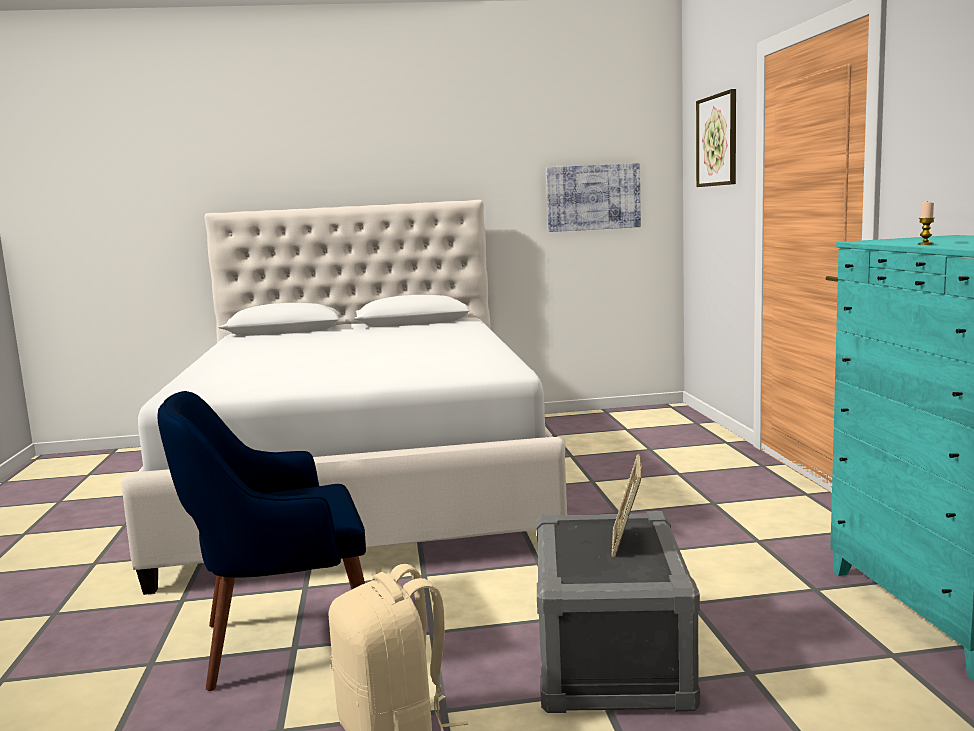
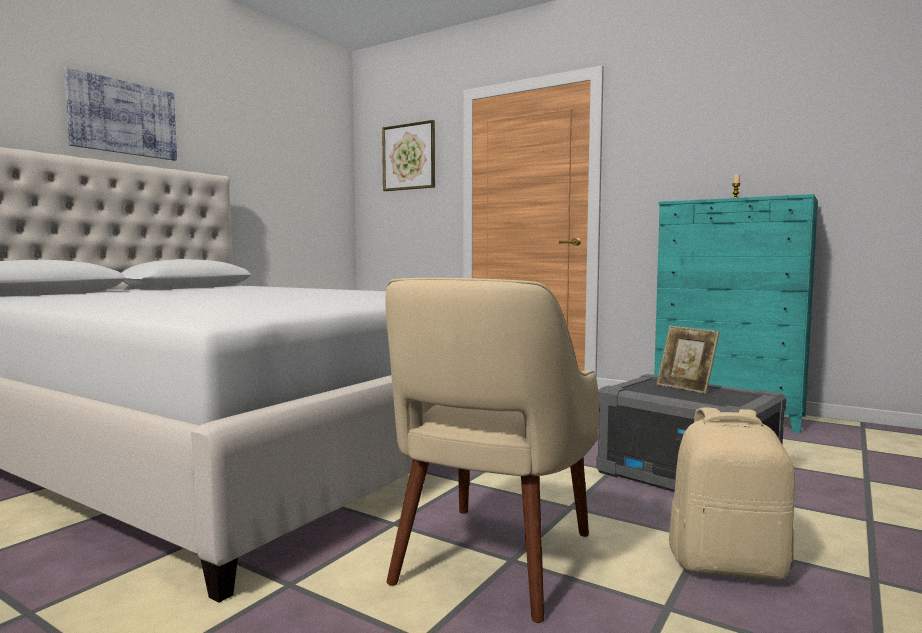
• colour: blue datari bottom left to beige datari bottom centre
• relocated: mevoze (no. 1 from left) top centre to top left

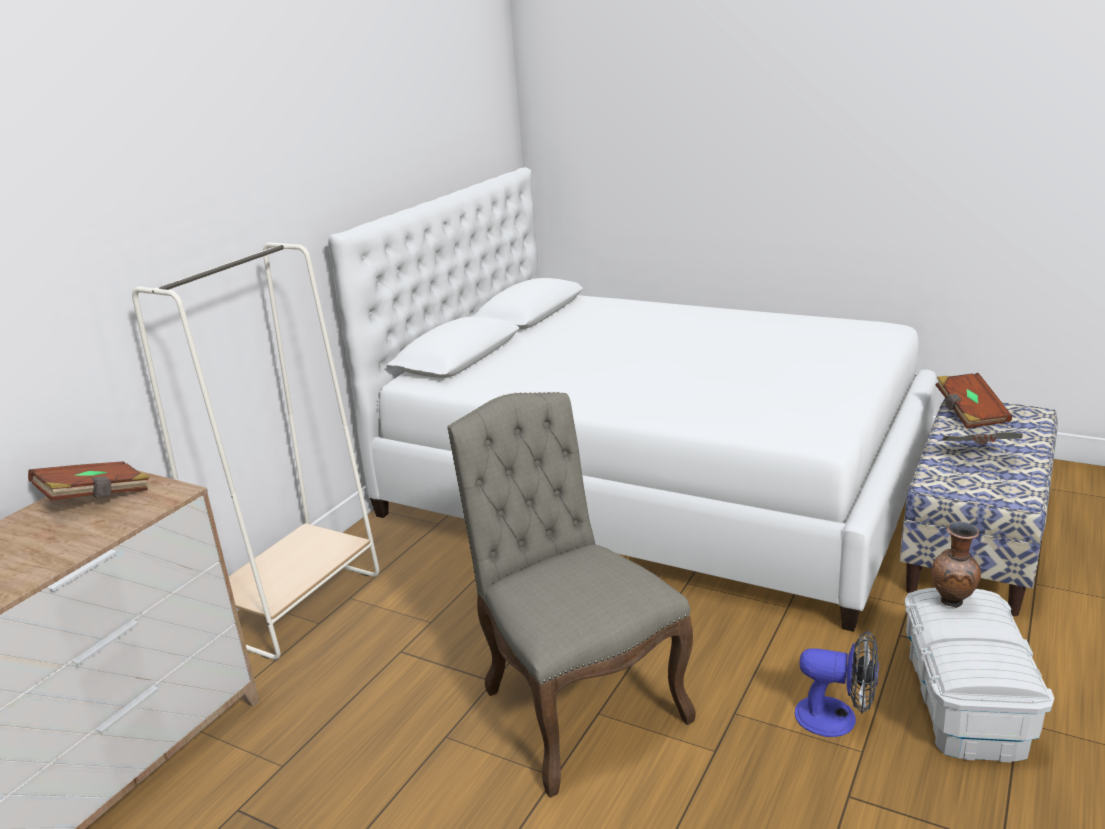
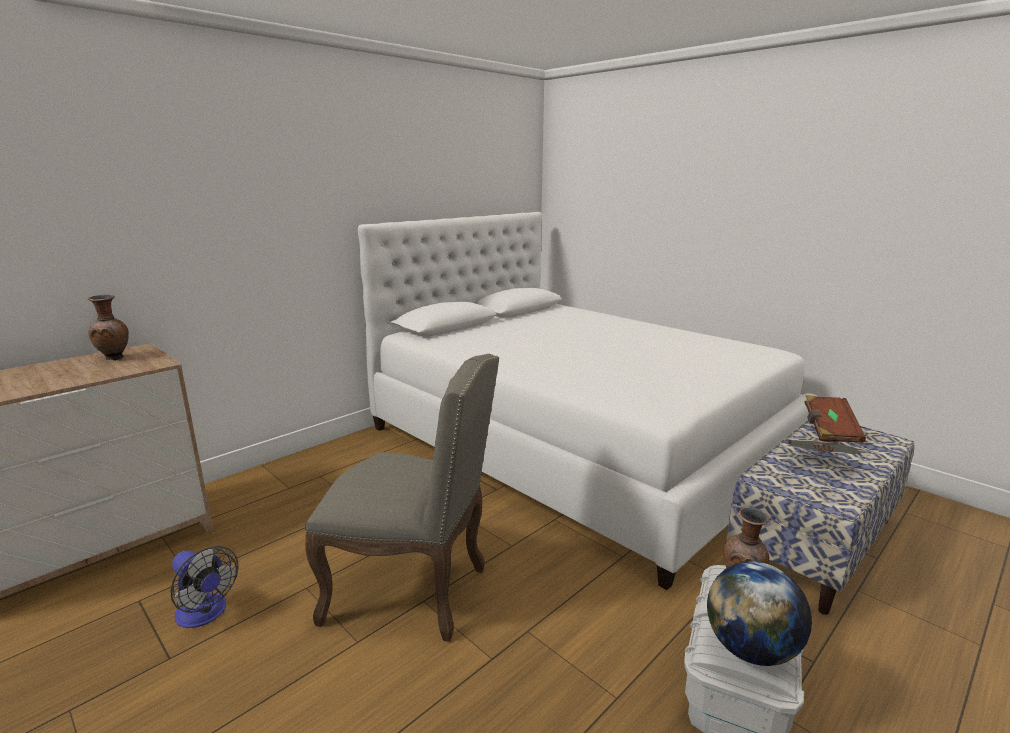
• exchanged: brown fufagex (no. 1 from left) middle left to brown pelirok (no. 1 from left) middle left
• missing: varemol middle left
• spun: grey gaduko bottom centre = bottom centre 120 degrees clockwise
• relocated: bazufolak bottom right to bottom left
• appeared: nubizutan bottom right

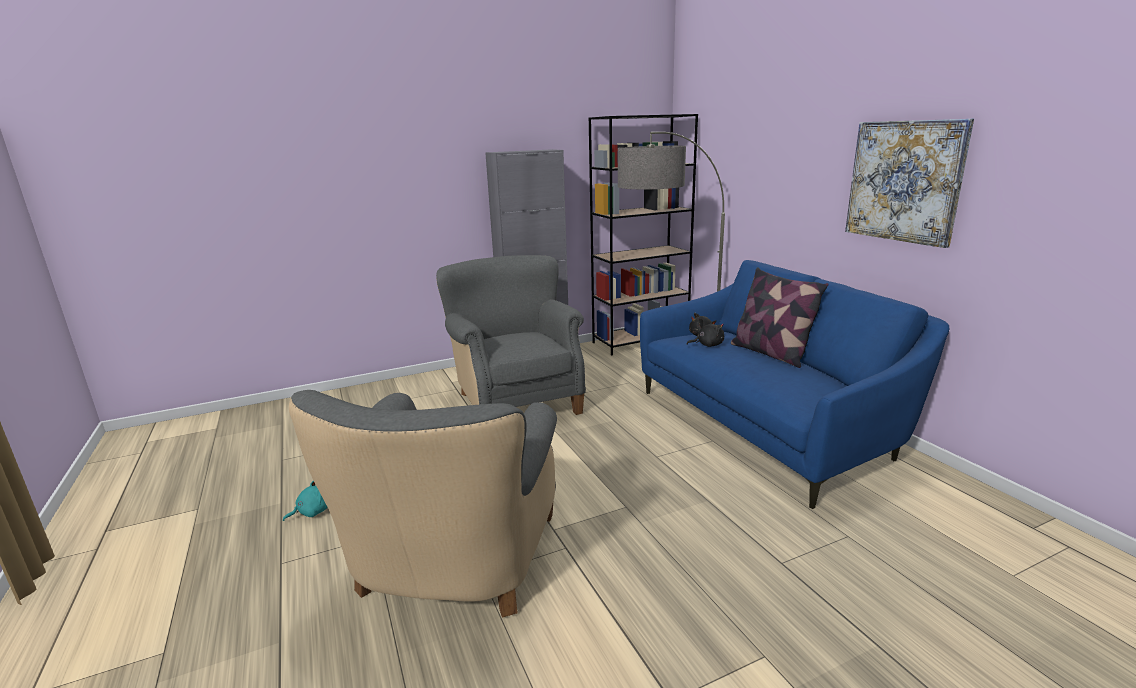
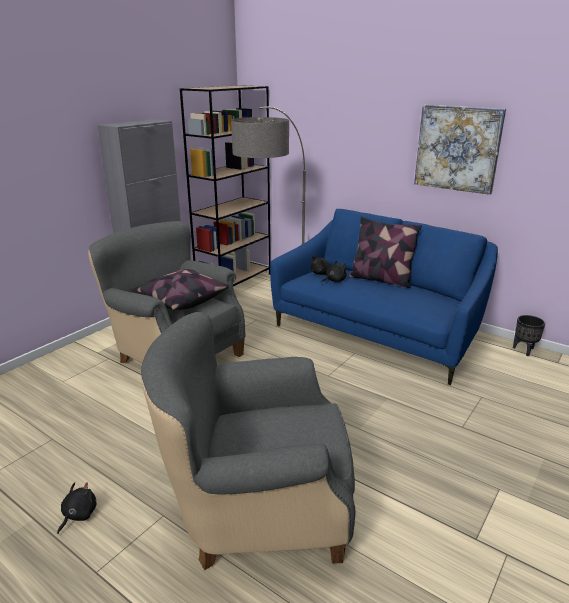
• colour: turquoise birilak bottom left to black birilak (no. 1 from left) bottom left
• spun: grey datari (no. 1 from left in the first image) bottom centre = bottom centre 105 degrees clockwise
• appeared: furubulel (no. 1 from left) middle left
• appeared: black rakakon middle right

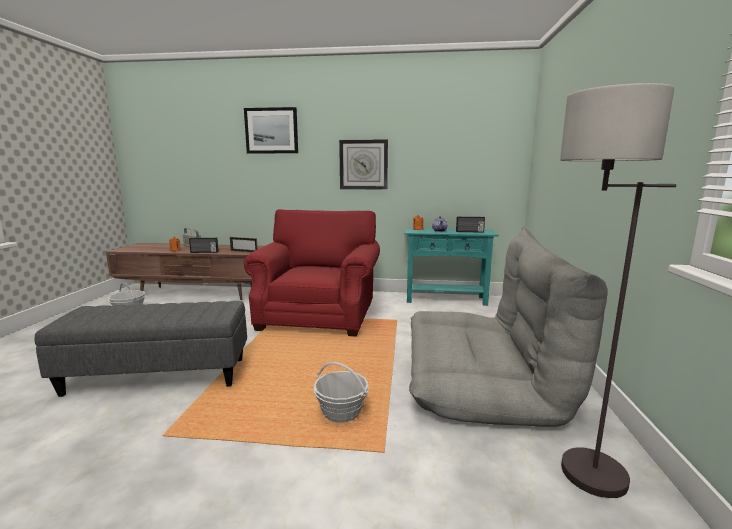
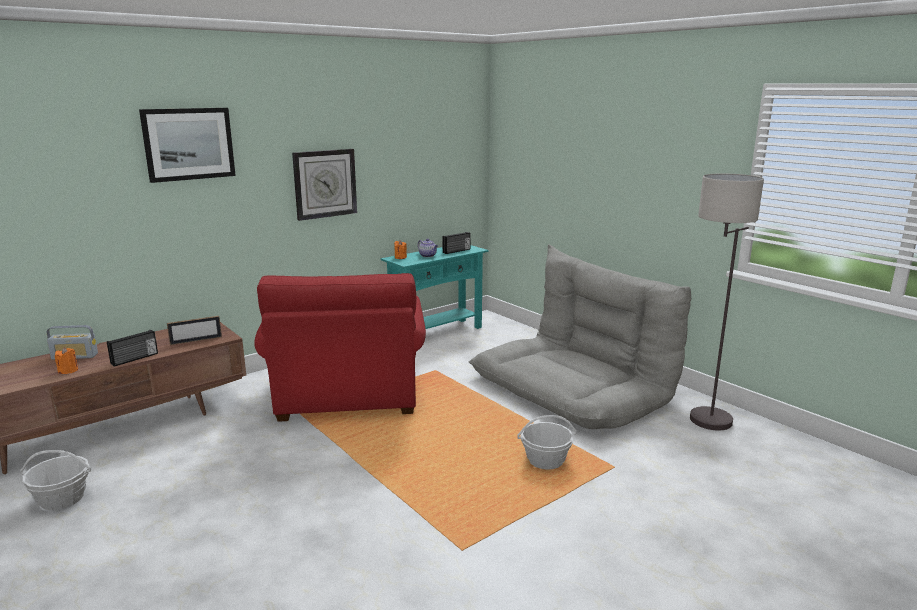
• missing: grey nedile middle left
• spun: red datari centre = centre 150 degrees counterclockwise

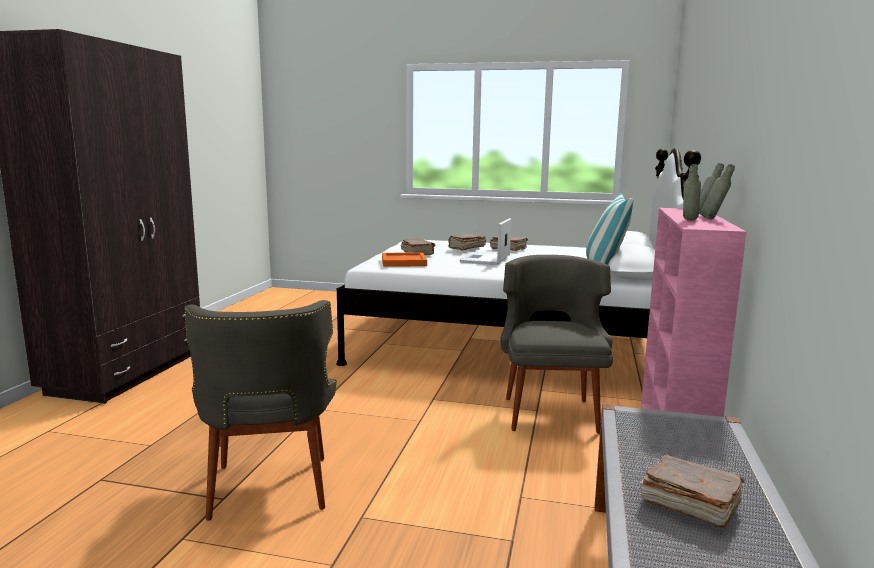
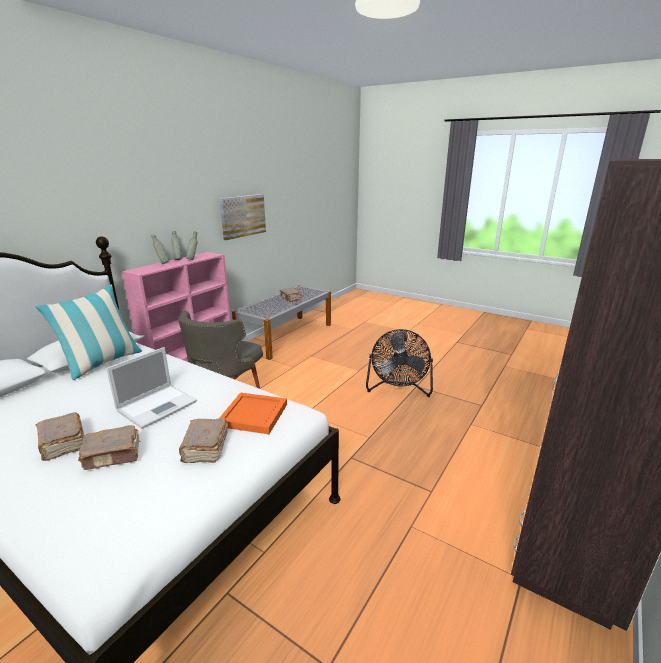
• exchanged: grey gaduko (no. 1 from left) bottom left to black bazufolak centre
• appeared: mevoze top centre

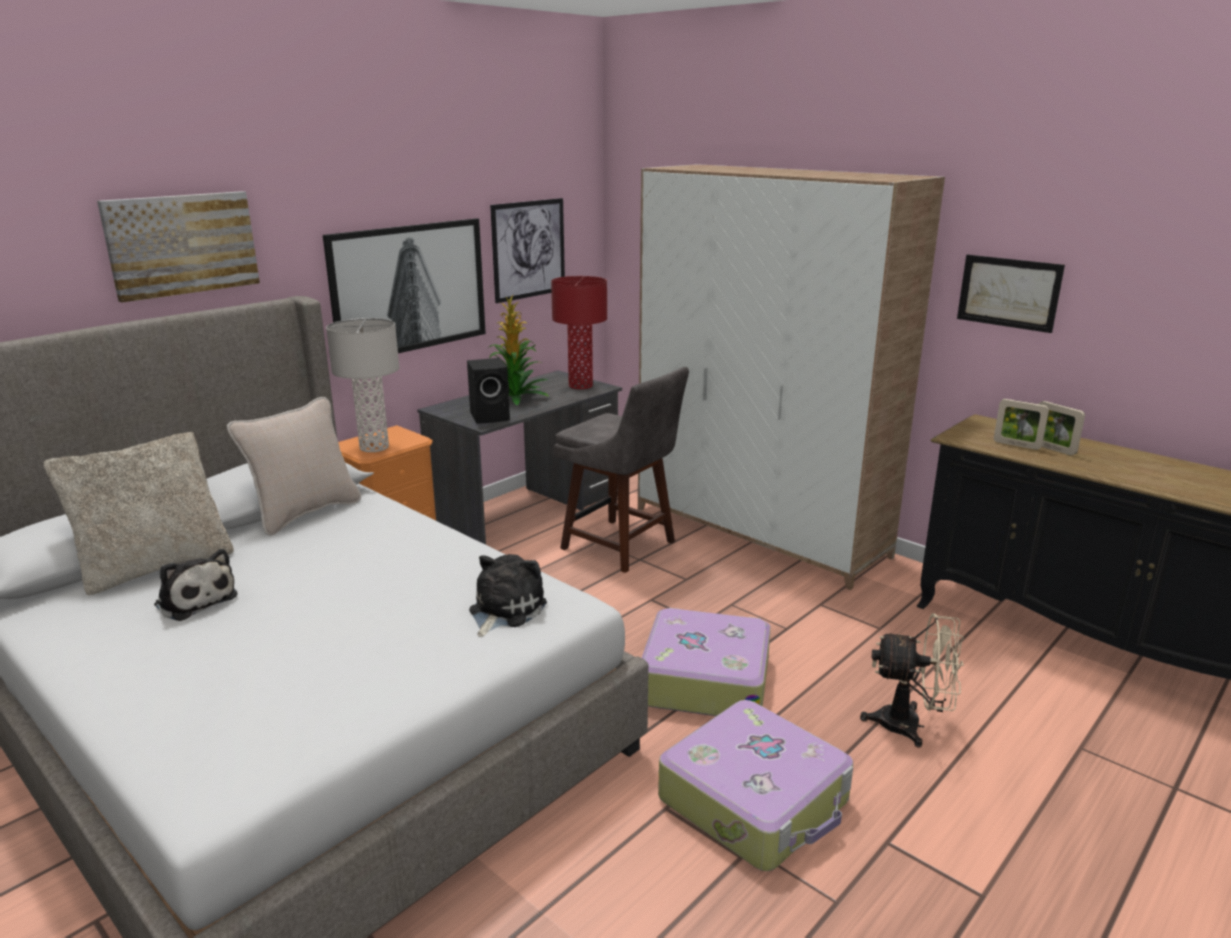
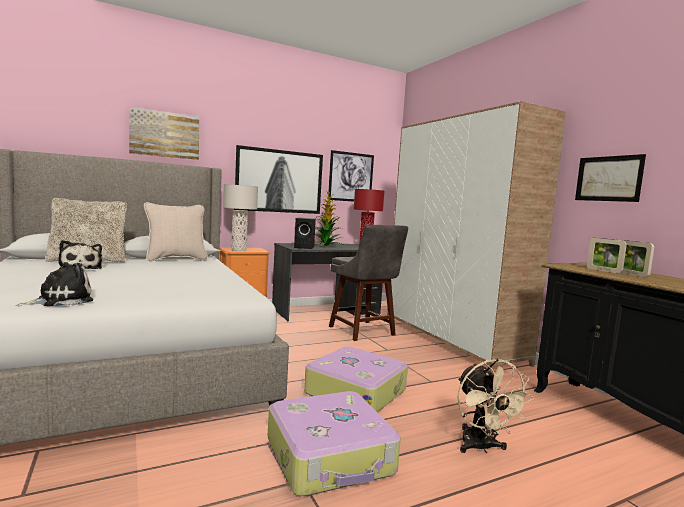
• relocated: birilak (no. 2 from left in the first image) centre to birilak (no. 1 from left) middle left
• spun: beige bazufolak bottom right = bottom right 45 degrees clockwise

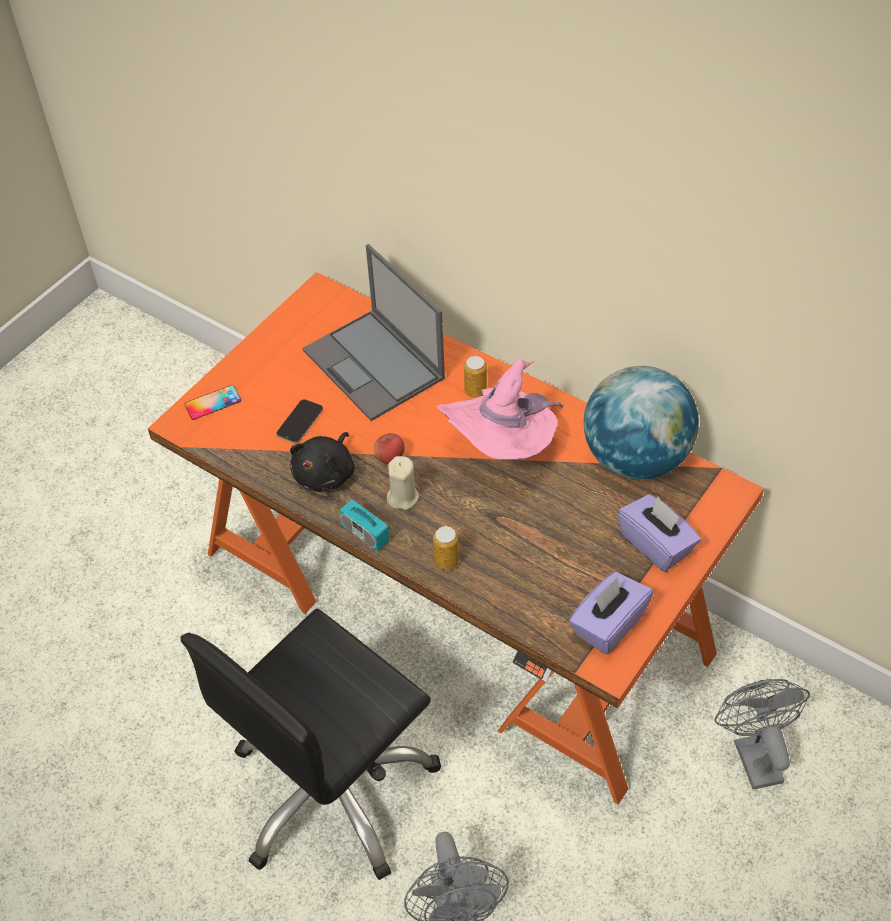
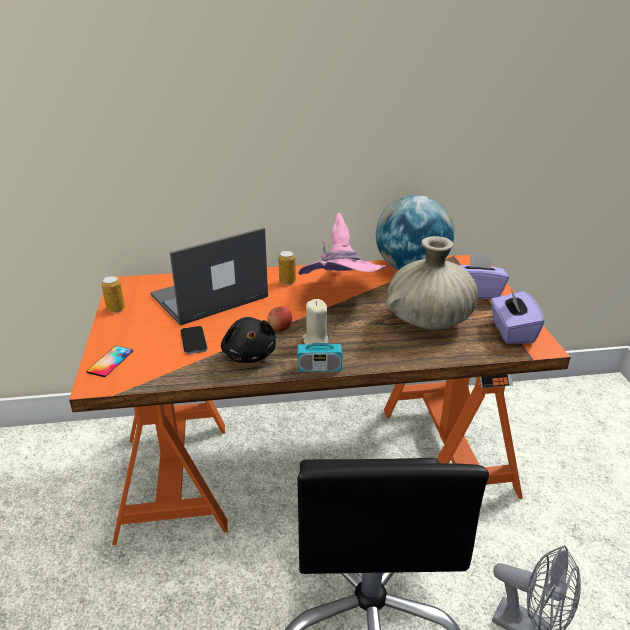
• spun: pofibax centre = middle left 135 degrees clockwise
• relocated: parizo (no. 1 from left) centre to middle left
• missing: grey bazufolak (no. 2 from left) bottom right
• appeared: beige pelirok middle right

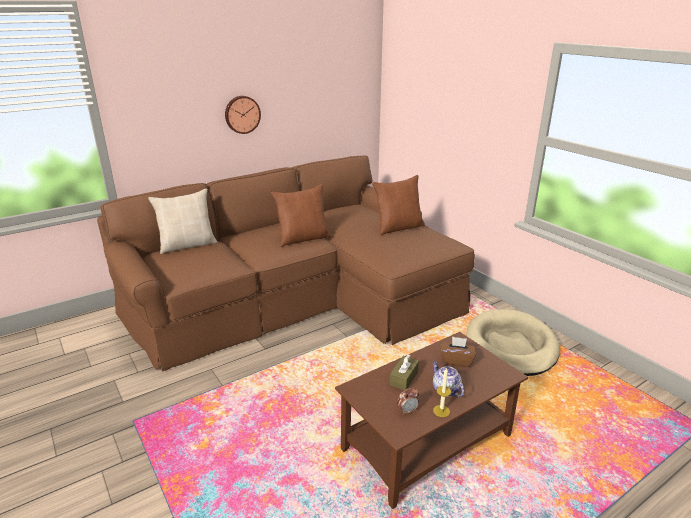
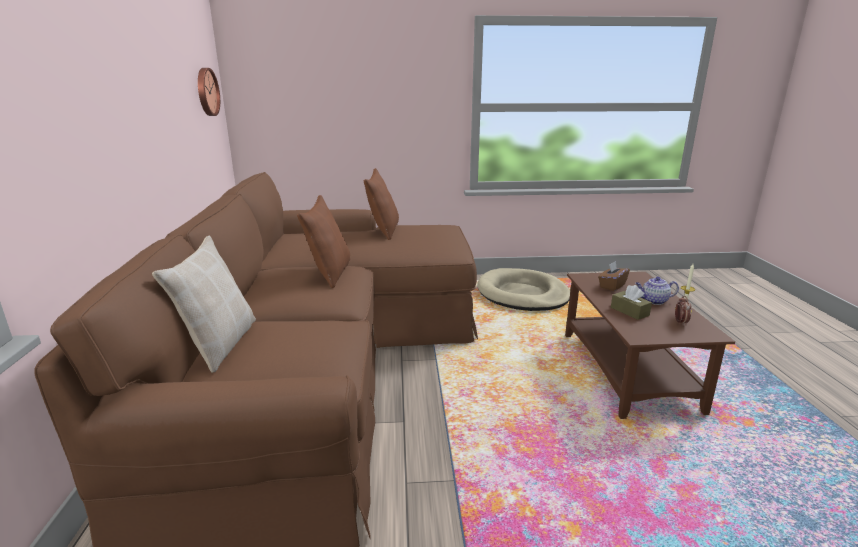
• relocated: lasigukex top centre to top left

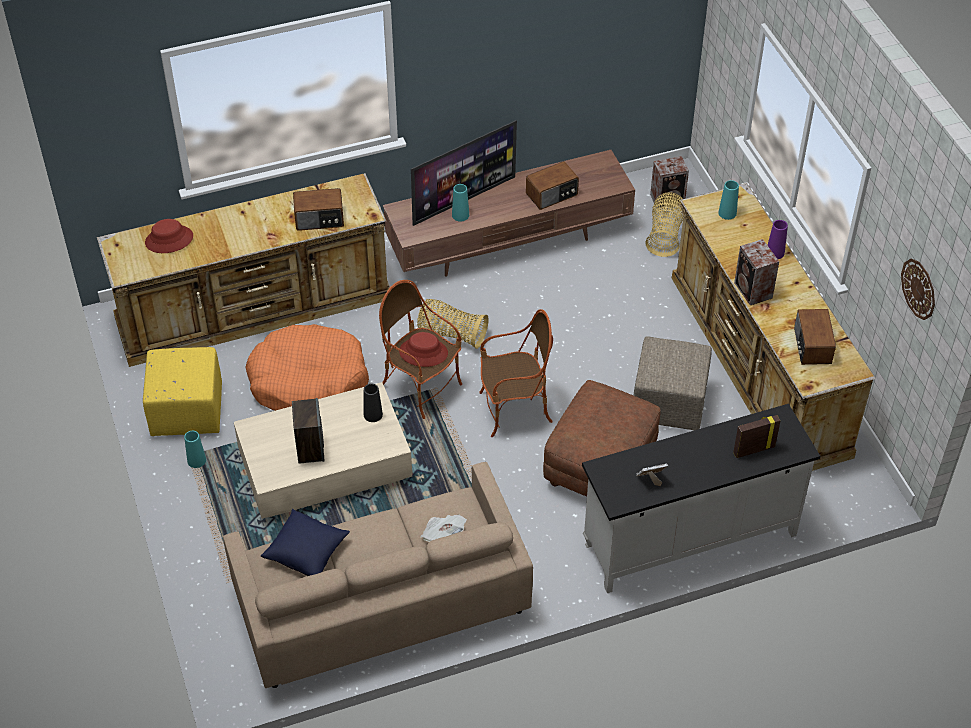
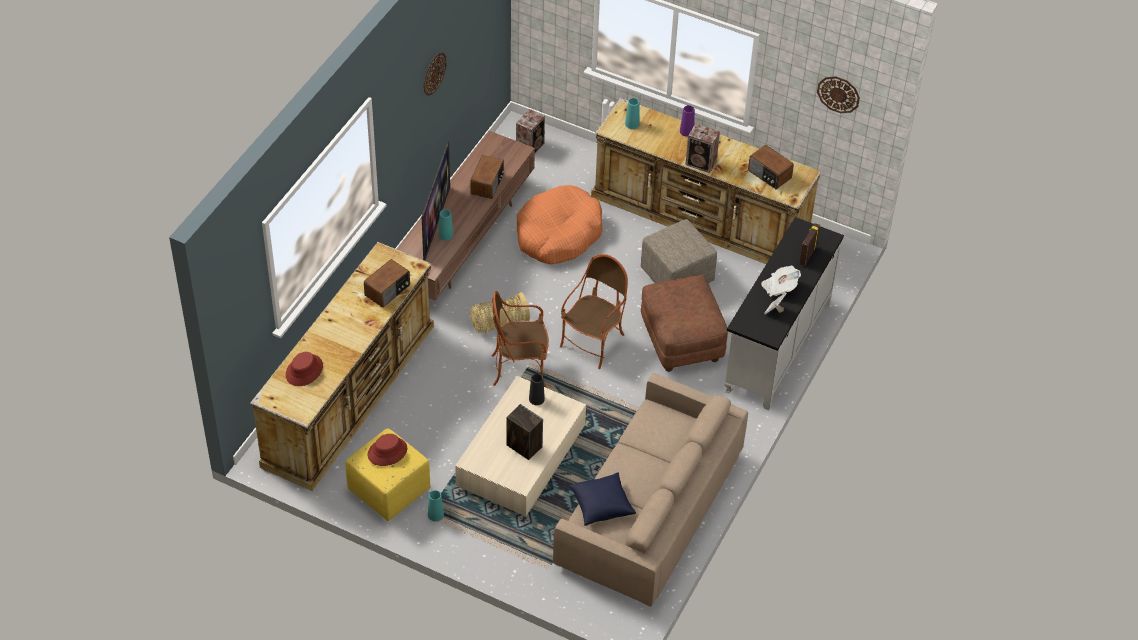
• relocated: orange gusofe middle left to centre
• relocated: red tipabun (no. 2 from left) centre to bottom centre
• relocated: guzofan bottom centre to middle right
• missing: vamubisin (no. 2 from left) top right
• appeared: lasigukex (no. 1 from left) top centre

